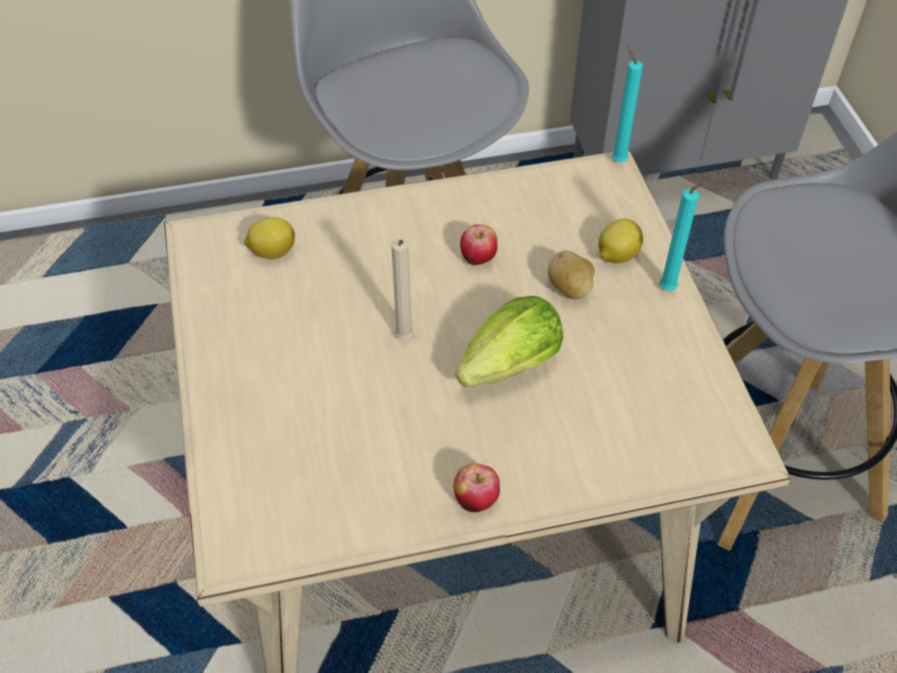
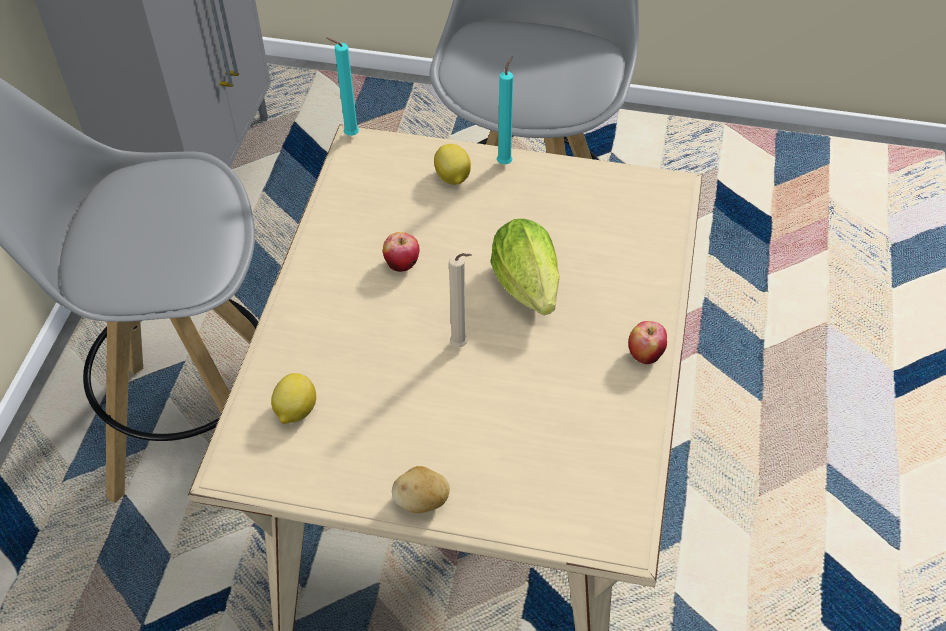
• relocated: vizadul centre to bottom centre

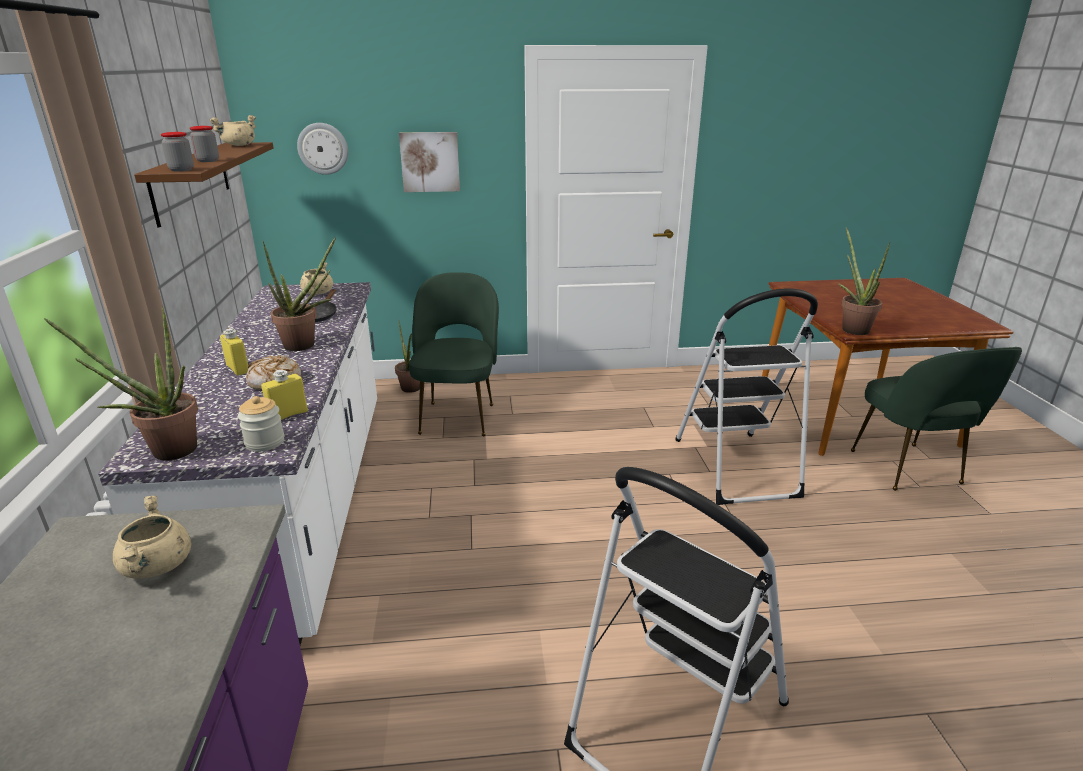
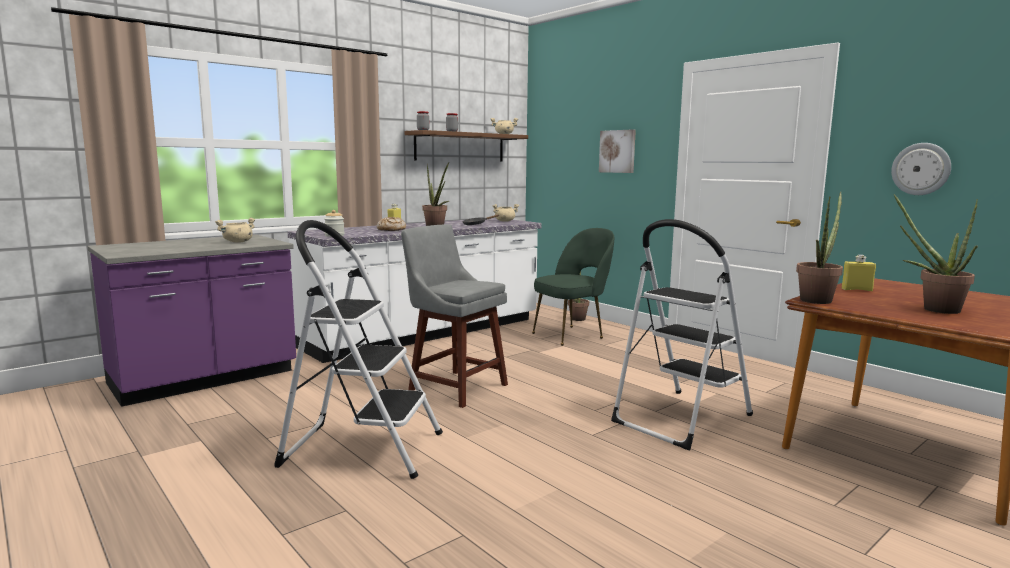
• relocated: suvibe (no. 1 from left in the first image) middle left to suvibe (no. 4 from left) middle right
• relocated: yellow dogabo (no. 2 from left) middle left to middle right
• relocated: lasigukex top left to top right
• missing: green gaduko (no. 2 from left) middle right
• appeared: grey gaduko centre

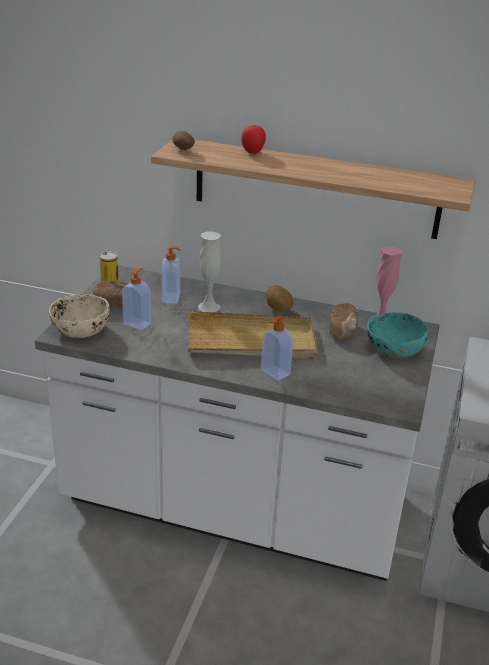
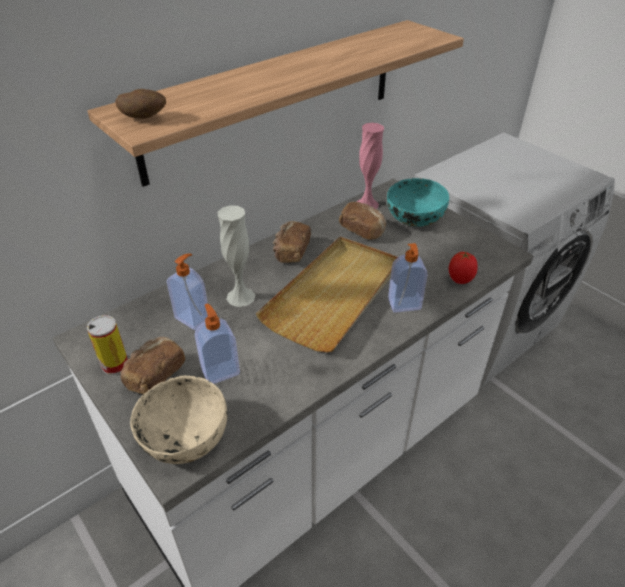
• relocated: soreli top centre to middle right
• exchanged: vizadul (no. 2 from left) centre to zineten (no. 2 from left) centre

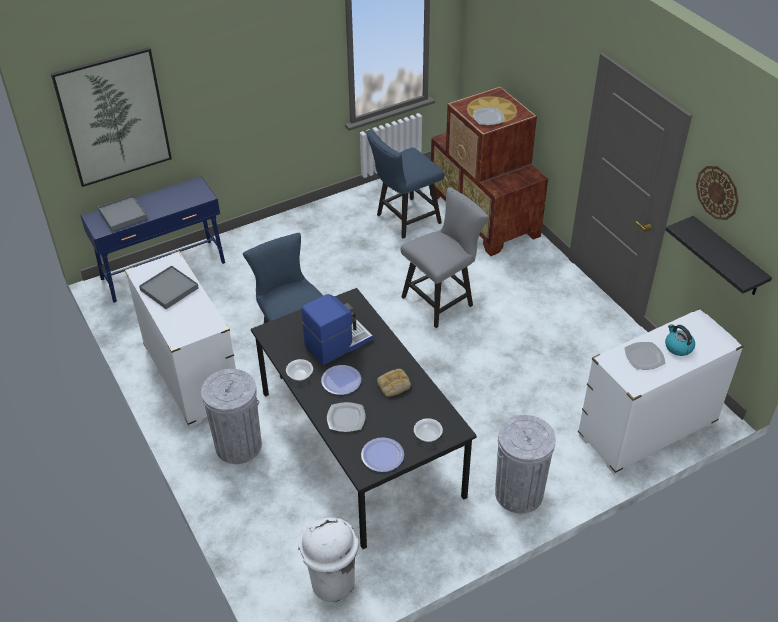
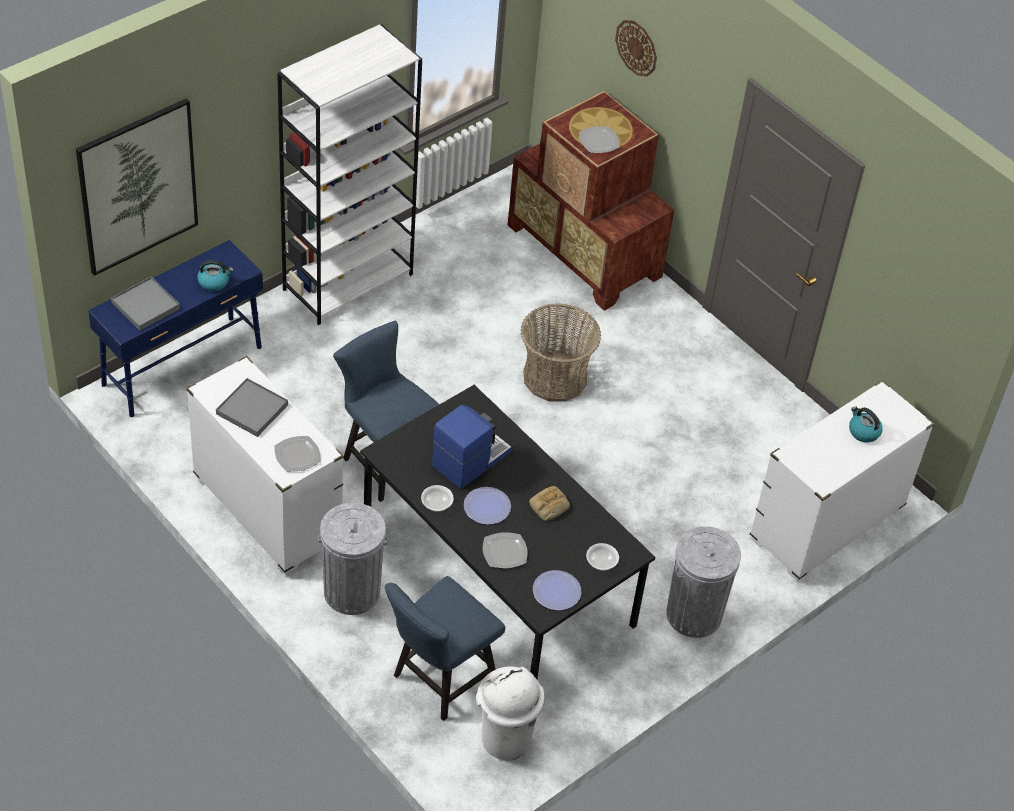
• relocated: blue gaduko (no. 2 from left) top centre to bottom centre
• exchanged: grey gaduko centre to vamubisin centre
• relocated: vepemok (no. 5 from left in the first image) middle right to vepemok (no. 1 from left) middle left
• missing: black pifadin middle right
• relocated: lasigukex top right to top centre
• appeared: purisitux (no. 1 from left) middle left
• appeared: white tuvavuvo top centre

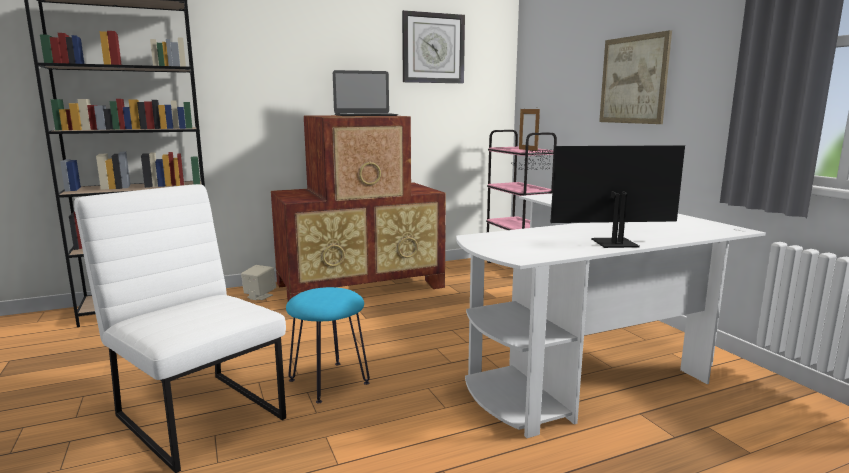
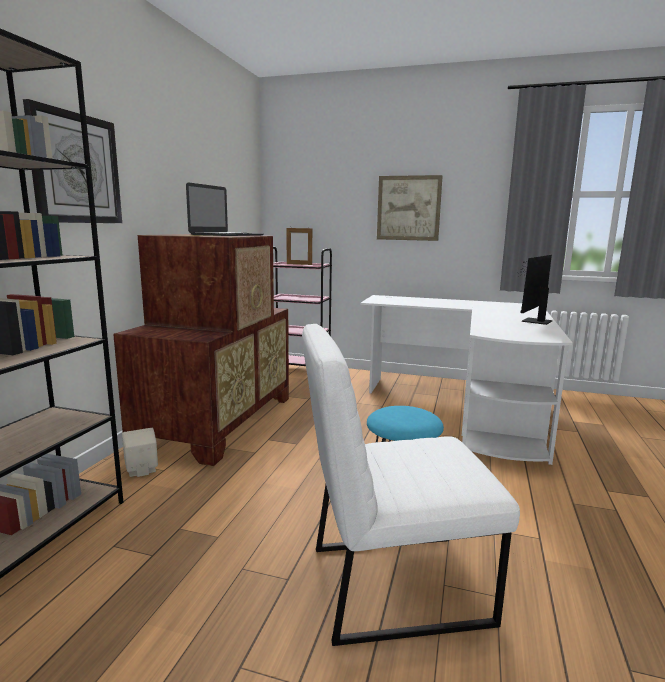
• relocated: lasigukex top centre to top left

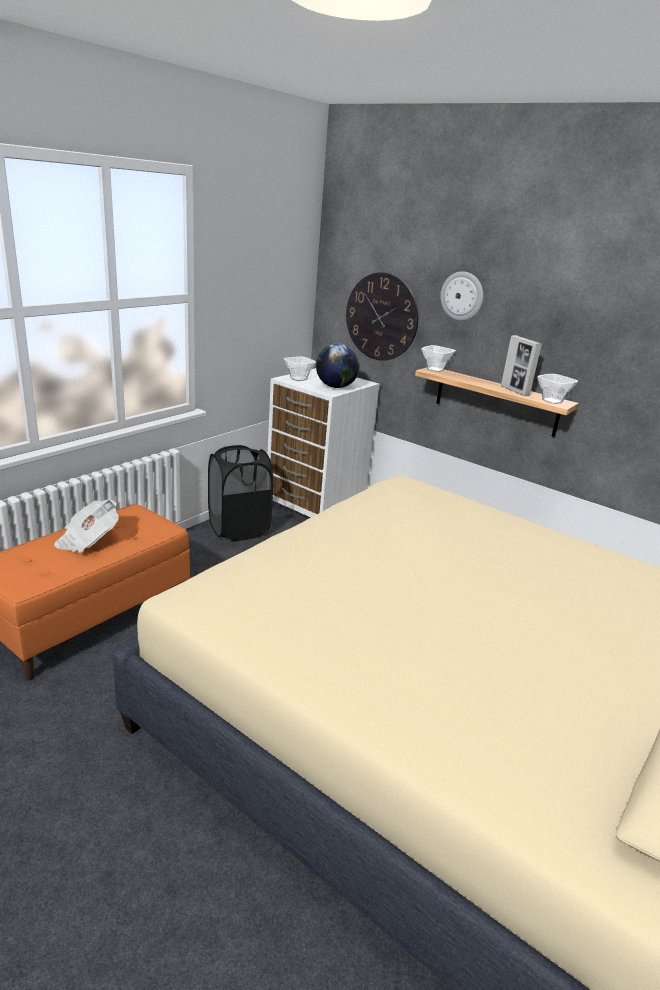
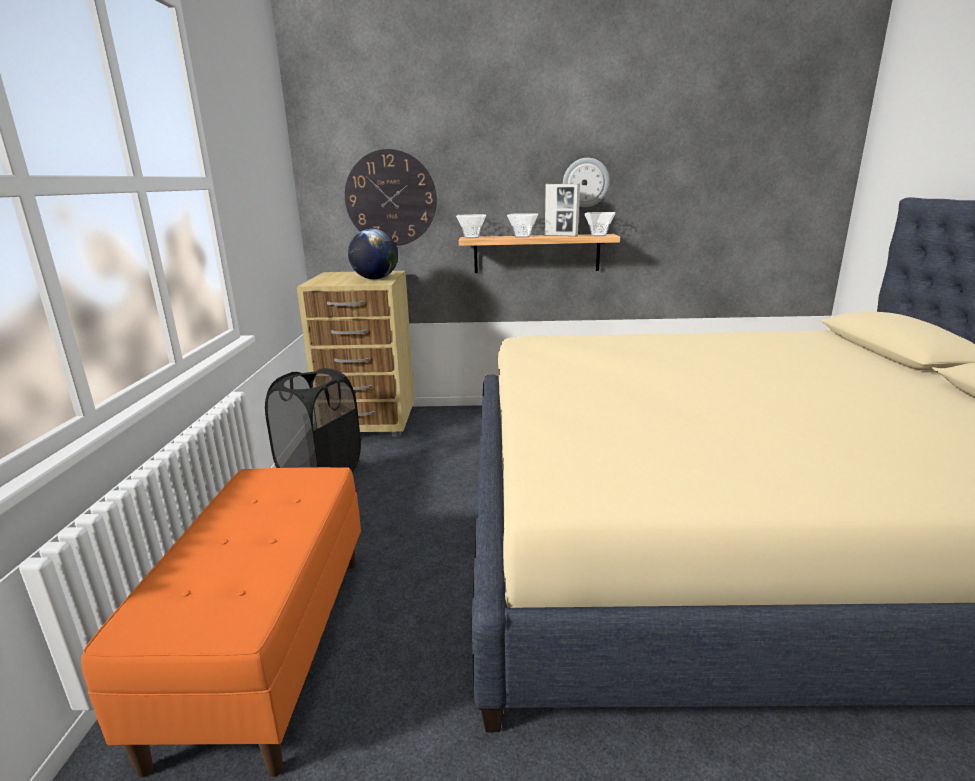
• missing: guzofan middle left
• colour: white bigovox centre to brown bigovox centre
• relocated: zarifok (no. 1 from left in the first image) centre to zarifok (no. 2 from left) top centre
• relocated: lasigukex (no. 2 from left) top right to top centre

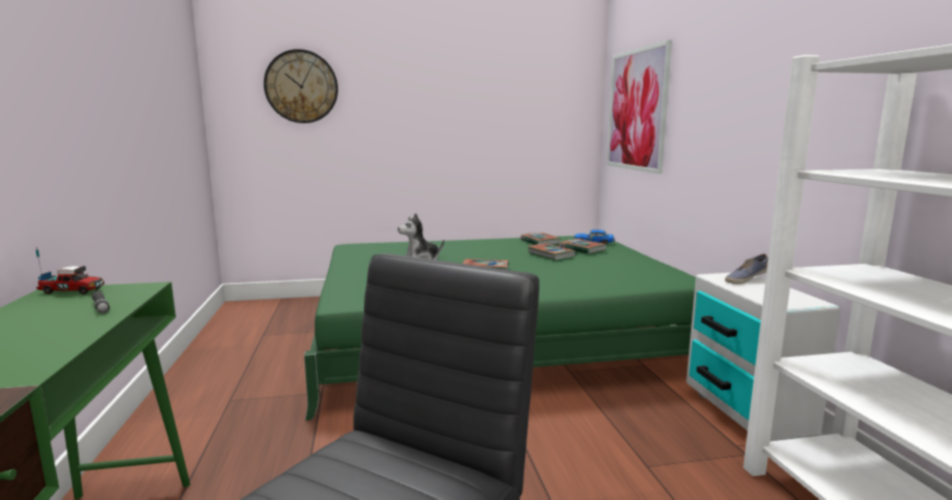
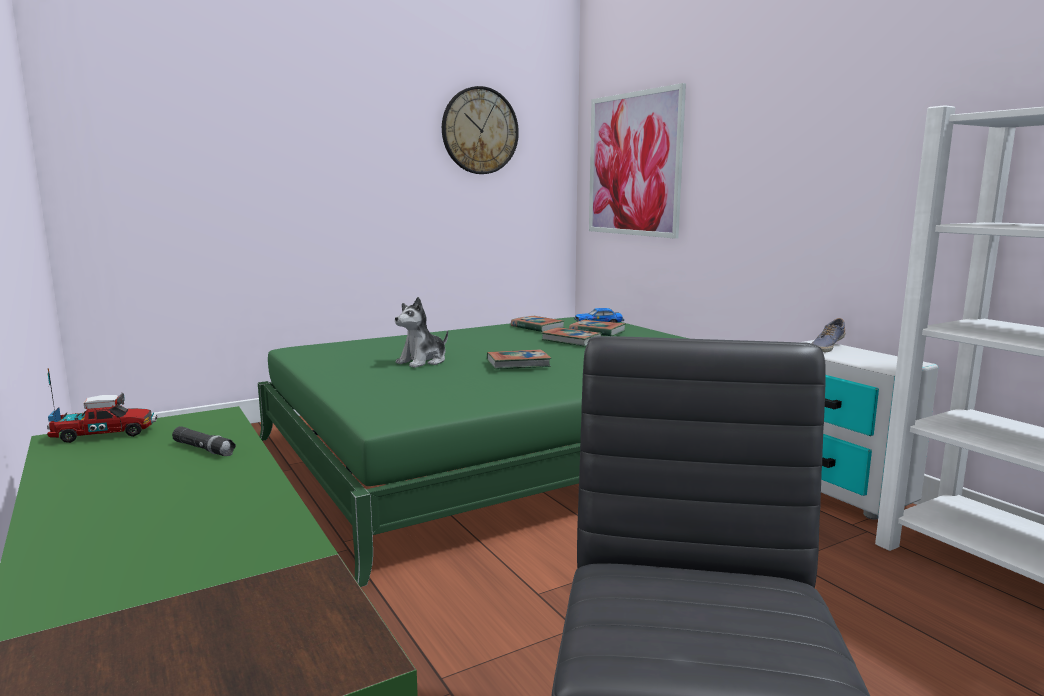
• relocated: lasigukex top left to top centre

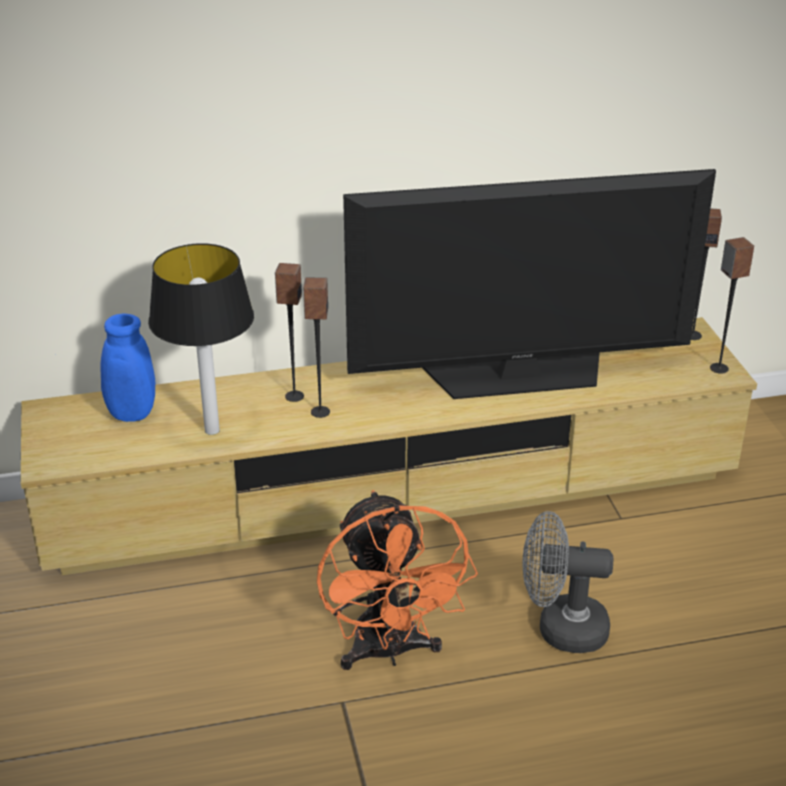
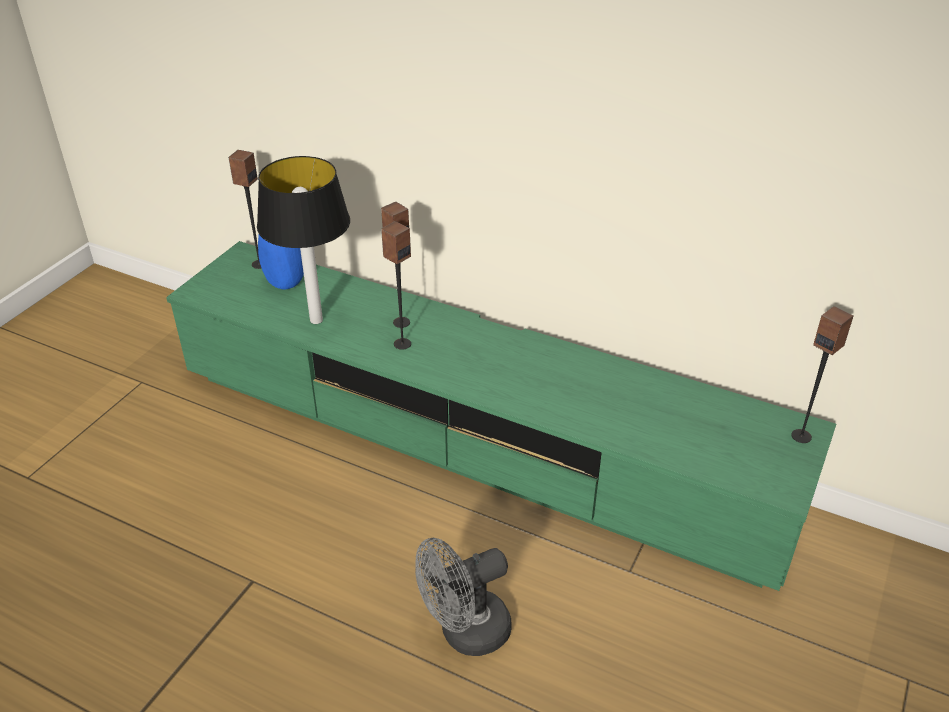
• colour: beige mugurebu centre to green mugurebu centre
• missing: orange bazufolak bottom centre
• missing: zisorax middle right
• spun: grey bazufolak bottom right = bottom centre 75 degrees counterclockwise
• relocated: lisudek (no. 4 from left in the first image) middle right to lisudek (no. 1 from left) top left

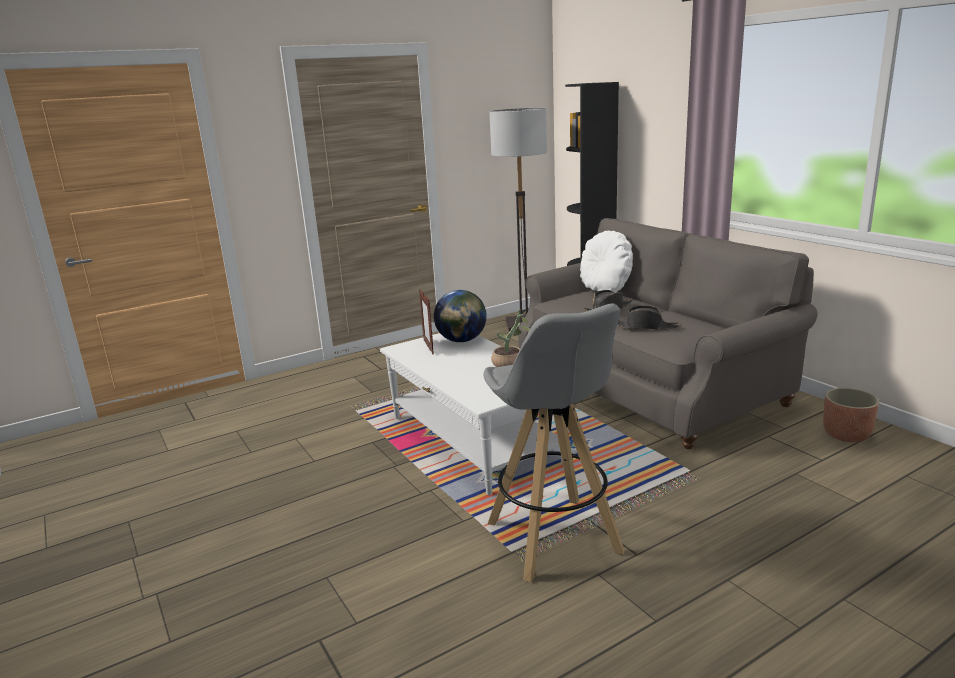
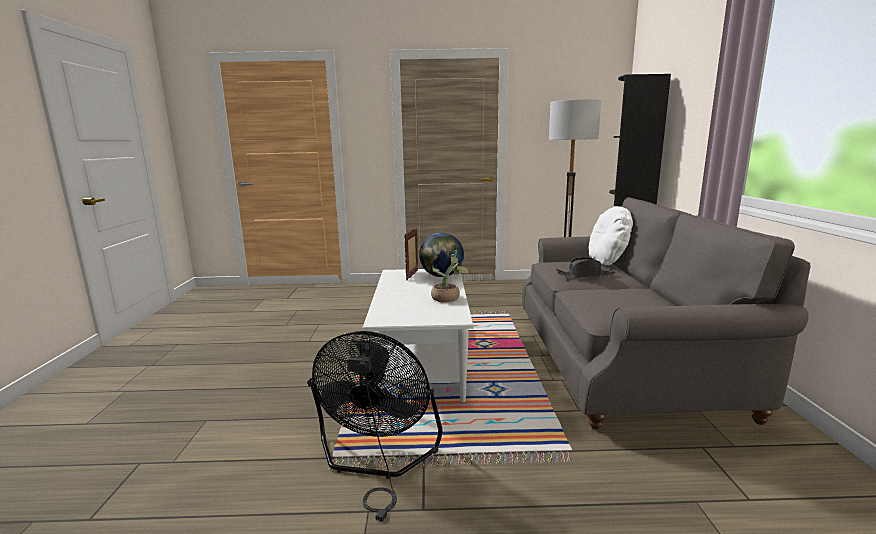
• exchanged: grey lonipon centre to black bazufolak bottom centre
• missing: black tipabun (no. 2 from left) middle right
• missing: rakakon middle right

